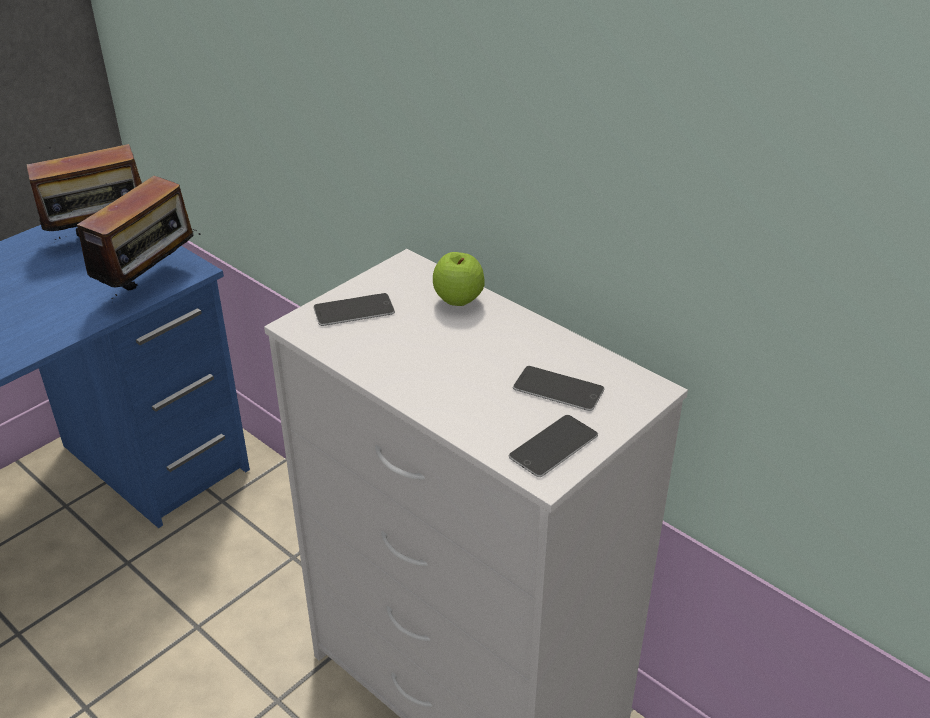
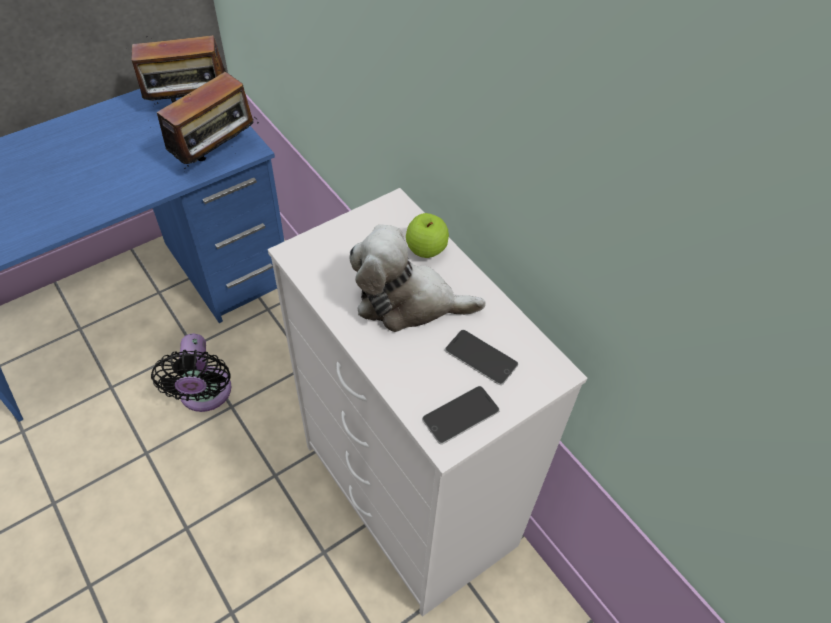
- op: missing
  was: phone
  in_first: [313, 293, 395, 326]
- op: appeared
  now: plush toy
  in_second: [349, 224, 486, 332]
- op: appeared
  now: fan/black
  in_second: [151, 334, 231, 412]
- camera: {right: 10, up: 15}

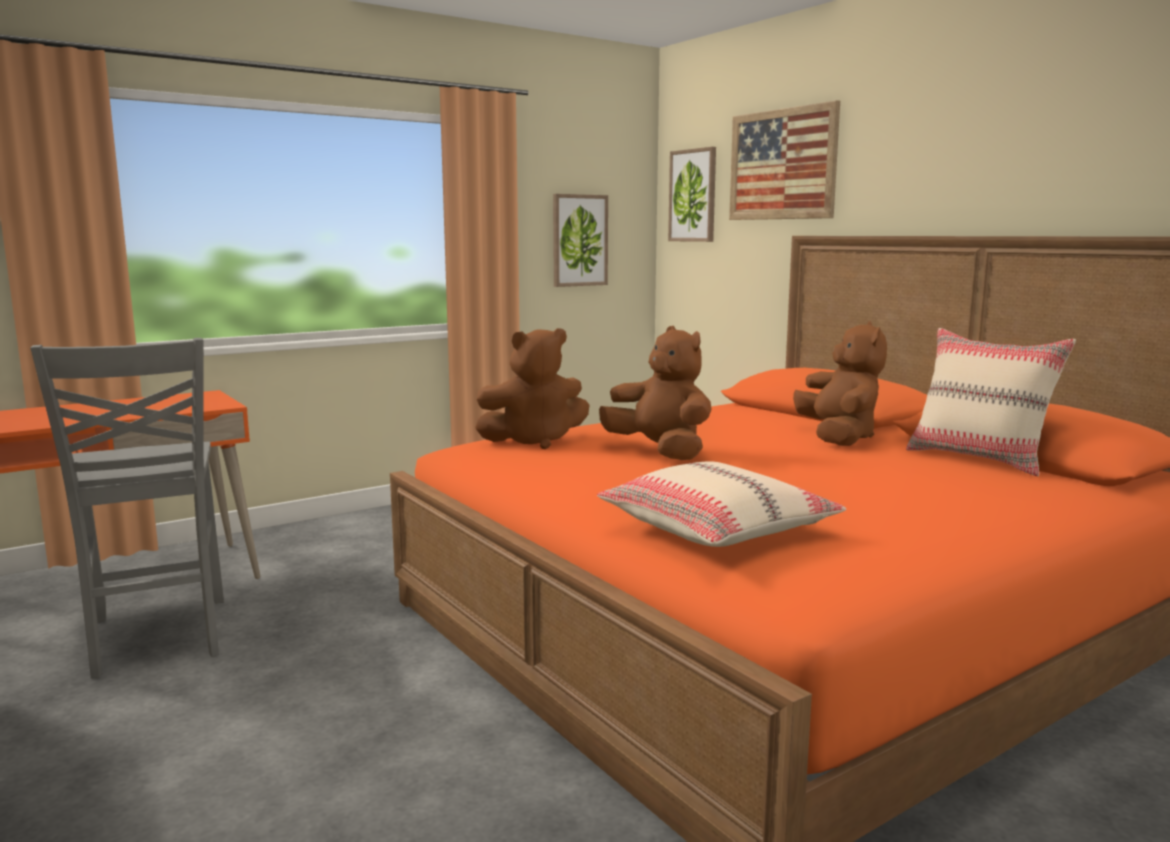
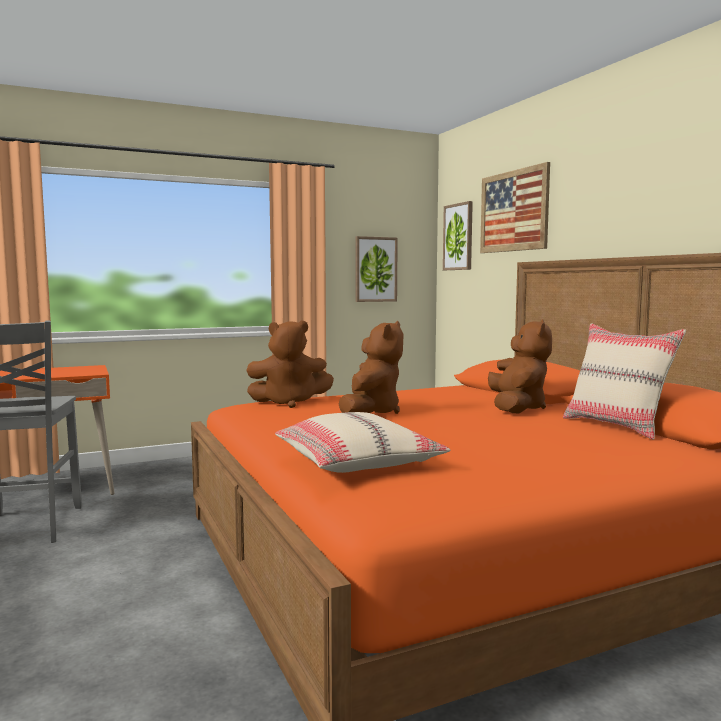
- op: spun
  was: plush toy/brown
  in_first: [599, 326, 712, 460]
  in_second: [339, 321, 403, 414]
  clockwise: 45
- camera: {right: 10, up: -5}

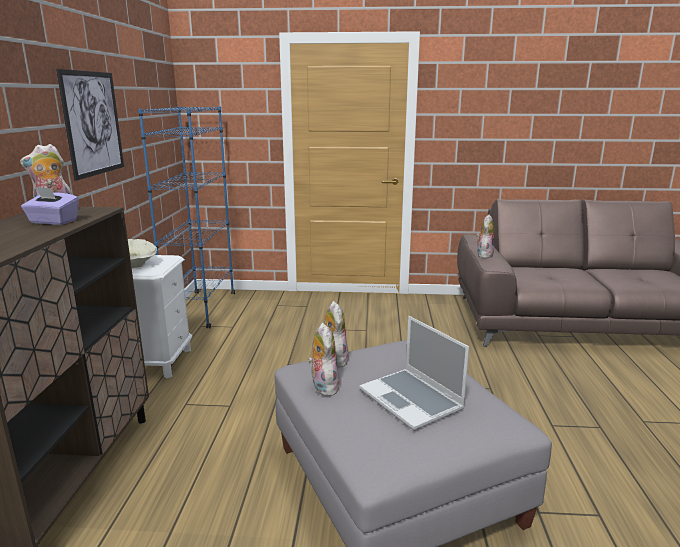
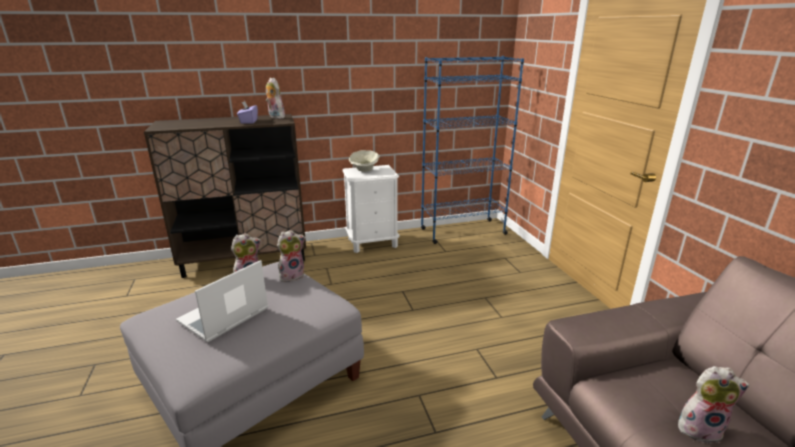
- op: missing
  was: picture
  in_first: [56, 69, 124, 181]
- op: relocated
  was: plush toy
  in_first: [476, 215, 494, 258]
  in_second: [678, 366, 750, 444]
- camera: {right: 70, up: 5}

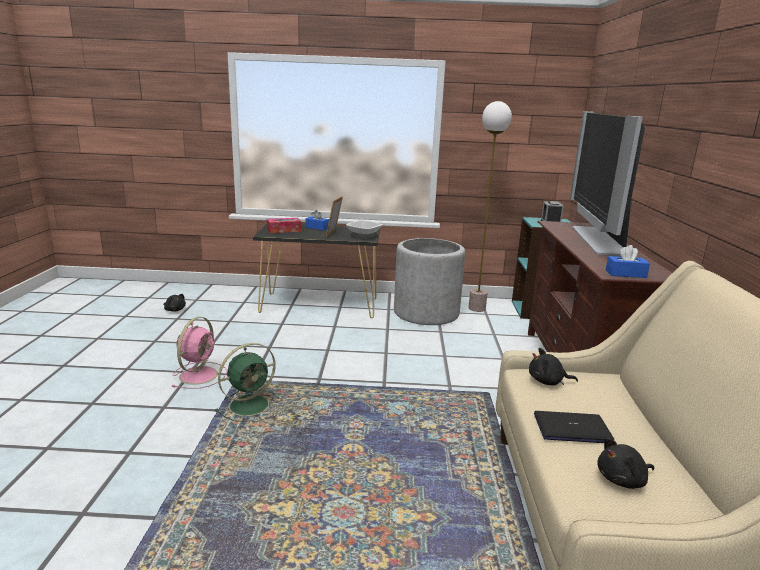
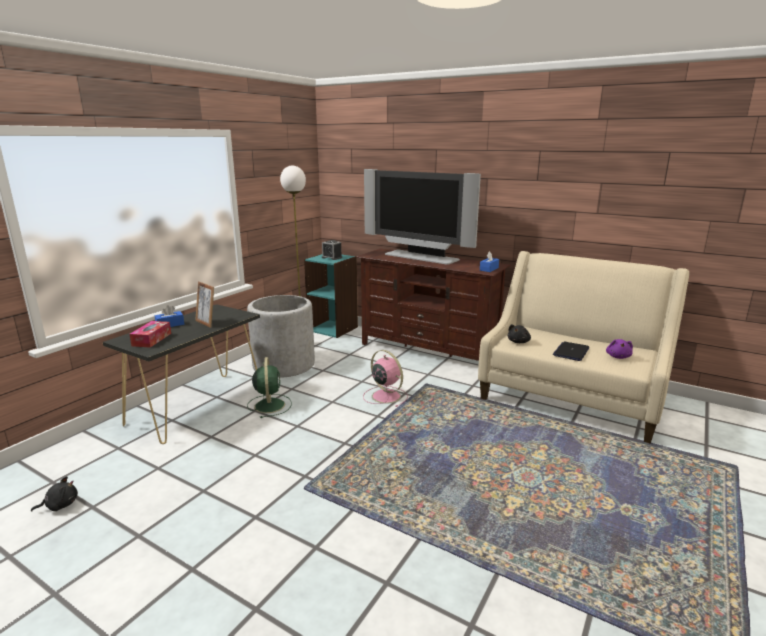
- op: missing
  was: bowl
  in_first: [346, 220, 383, 239]
- op: relocated
  was: fan/pink
  in_first: [172, 317, 227, 389]
  in_second: [363, 350, 408, 407]
- op: relocated
  was: fan/green
  in_first: [215, 343, 279, 422]
  in_second: [247, 357, 291, 418]
- op: colour
  was: plush toy/black
  now: plush toy/purple
  in_first: [597, 438, 654, 489]
  in_second: [606, 339, 633, 359]
- camera: {right: -60, up: 0}

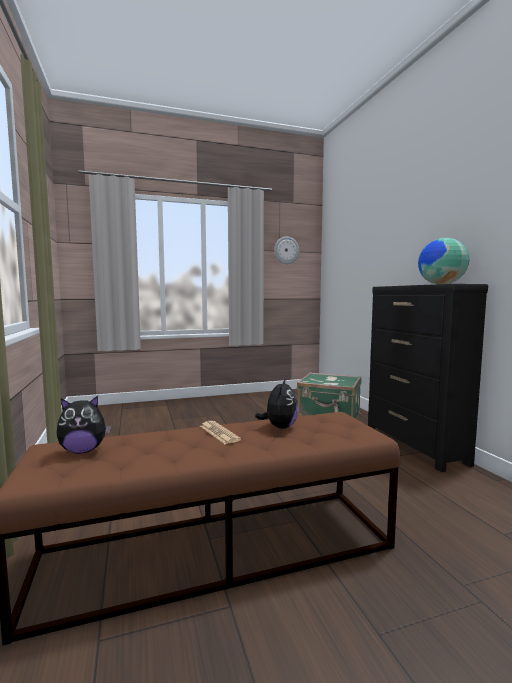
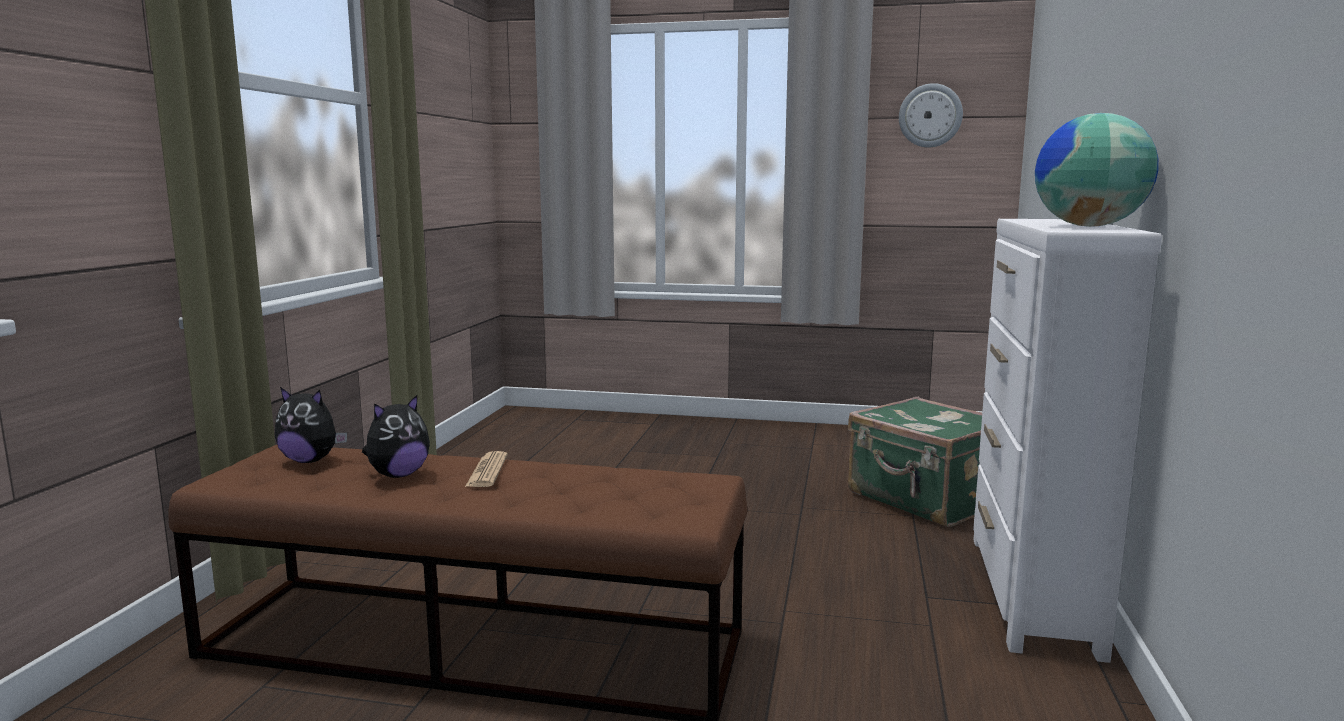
- op: colour
  was: dresser/black
  now: dresser/white
  in_first: [368, 284, 488, 472]
  in_second: [973, 219, 1162, 663]
- op: relocated
  was: plush toy
  in_first: [255, 378, 298, 429]
  in_second: [362, 395, 430, 478]
- camera: {right: 30, up: 5}

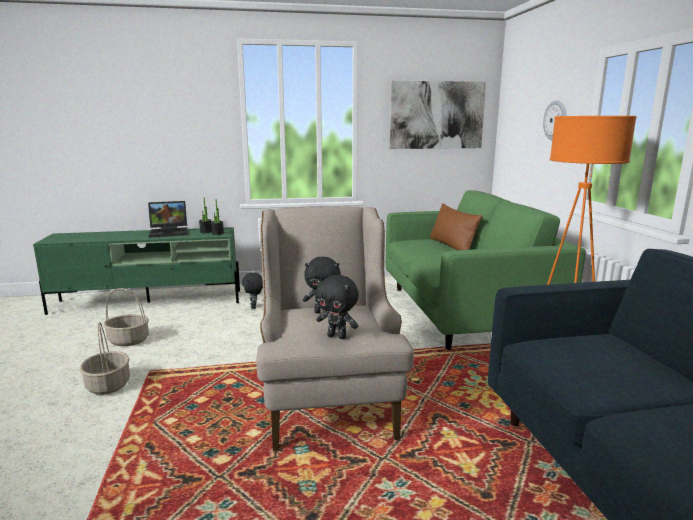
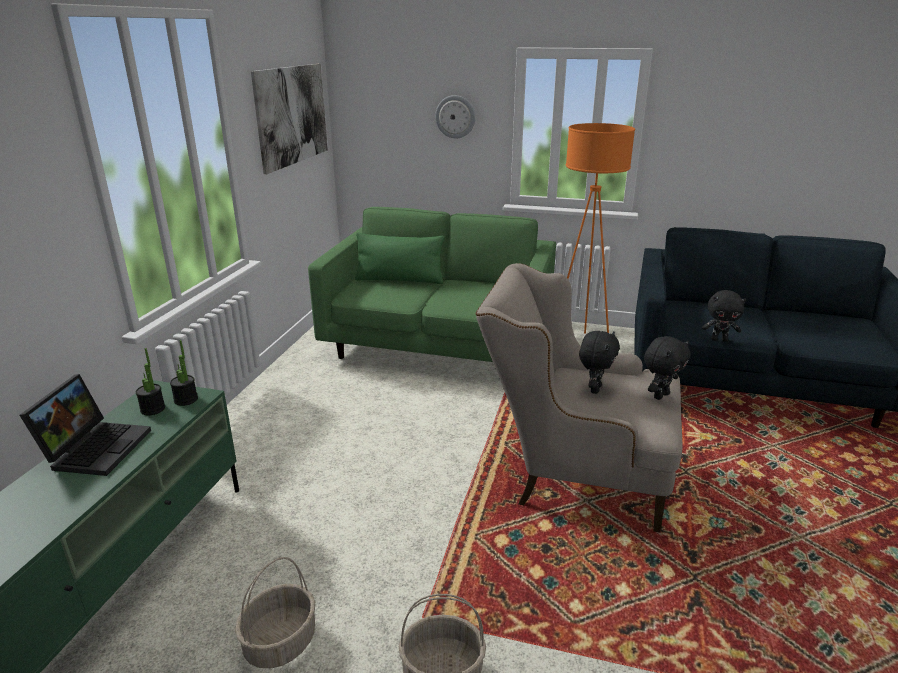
- op: colour
  was: pillow/brown
  now: pillow/green
  in_first: [430, 203, 482, 250]
  in_second: [355, 232, 445, 284]
- op: relocated
  was: plush toy/black
  in_first: [242, 273, 263, 309]
  in_second: [702, 290, 746, 342]
- camera: {right: -65, up: 10}

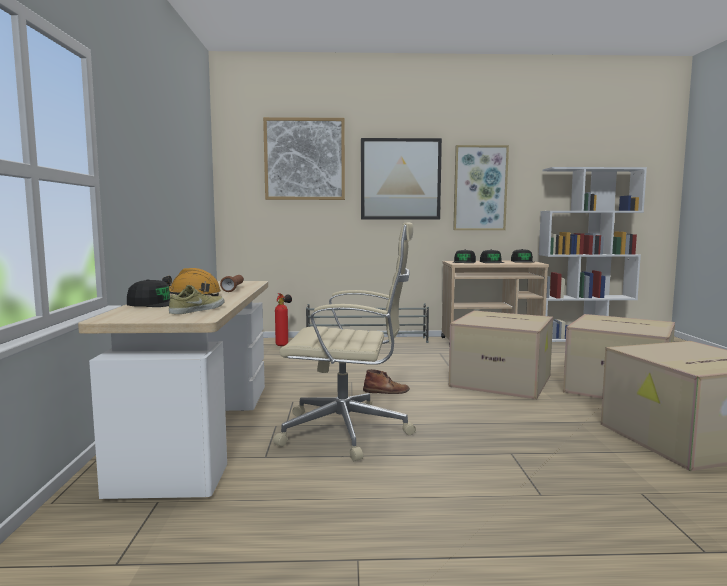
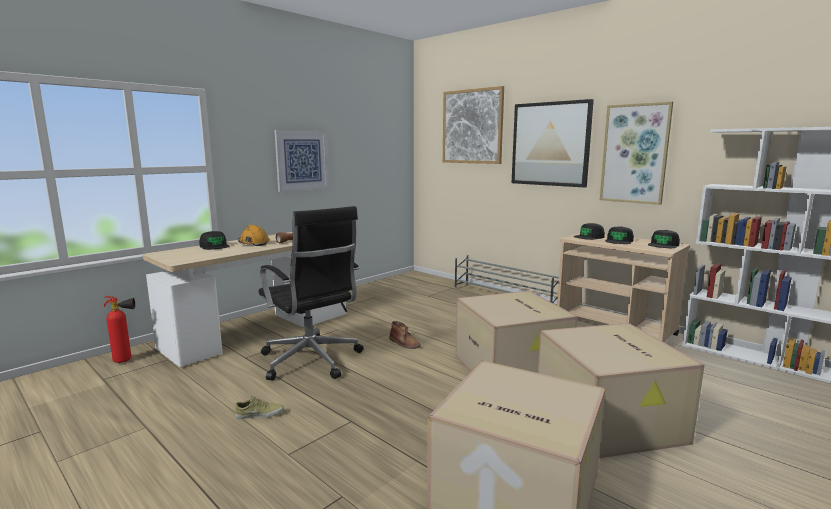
- op: colour
  was: office chair/beige
  now: office chair/black
  in_first: [273, 222, 416, 461]
  in_second: [259, 206, 364, 381]
- op: relocated
  was: shoe/beige
  in_first: [169, 285, 224, 314]
  in_second: [235, 396, 284, 419]
- op: relocated
  was: fire extinguisher
  in_first: [275, 293, 292, 346]
  in_second: [104, 296, 135, 363]
- op: appeared
  now: picture
  in_second: [274, 130, 328, 192]
- camera: {right: 45, up: 5}

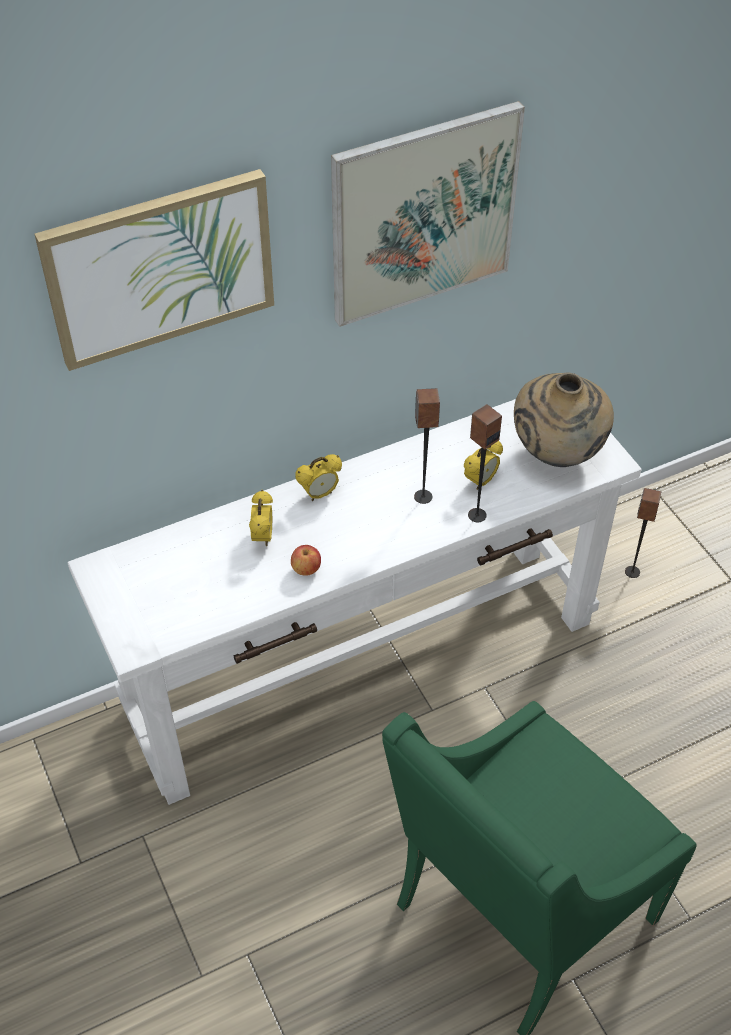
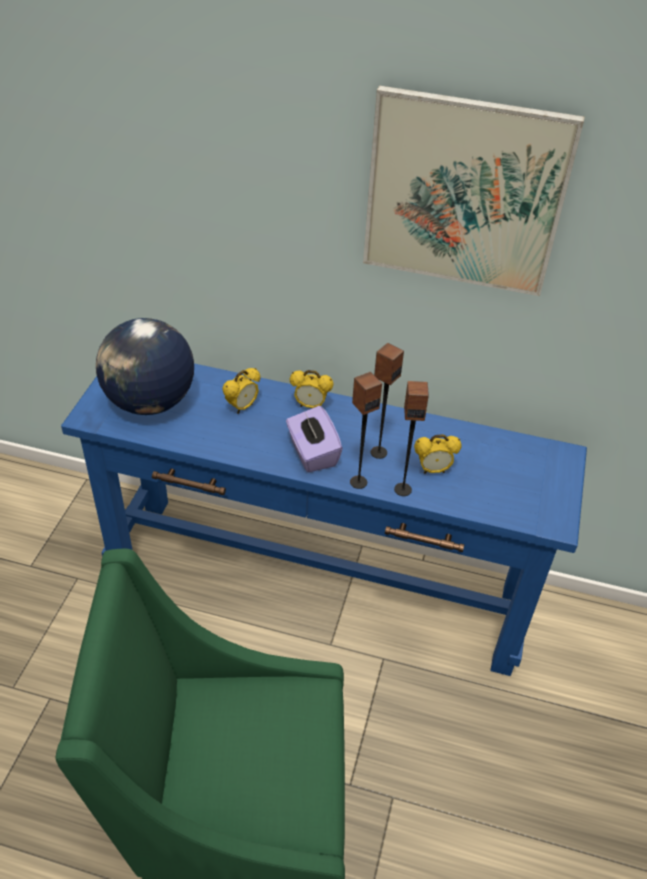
- op: missing
  was: picture
  in_first: [35, 169, 274, 371]
- op: missing
  was: vase/beige
  in_first: [514, 373, 614, 467]
- op: colour
  was: console table/white
  now: console table/blue
  in_first: [68, 399, 642, 805]
  in_second: [61, 363, 587, 676]
- op: relocated
  was: speaker
  in_first: [625, 488, 661, 578]
  in_second: [350, 372, 382, 489]
- op: missing
  was: apple
  in_first: [291, 545, 321, 575]
- op: appeared
  now: globe
  in_second: [96, 318, 194, 415]
- op: appeared
  now: tissue box/purple
  in_second: [286, 406, 343, 473]
- camera: {right: 40, up: -5}

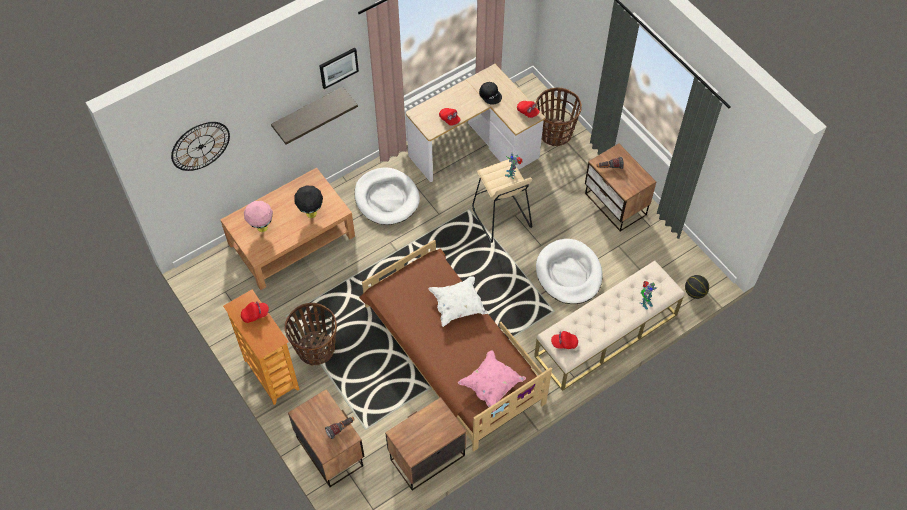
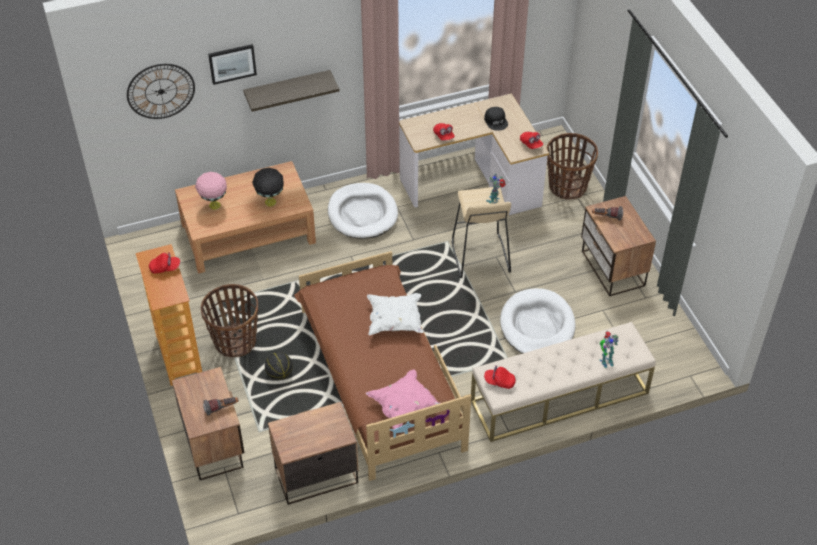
- op: relocated
  was: picture
  in_first: [319, 48, 359, 89]
  in_second: [208, 44, 257, 85]
- op: relocated
  was: basketball
  in_first: [685, 275, 709, 299]
  in_second: [265, 352, 293, 380]
- camera: {right: 15, up: -10}

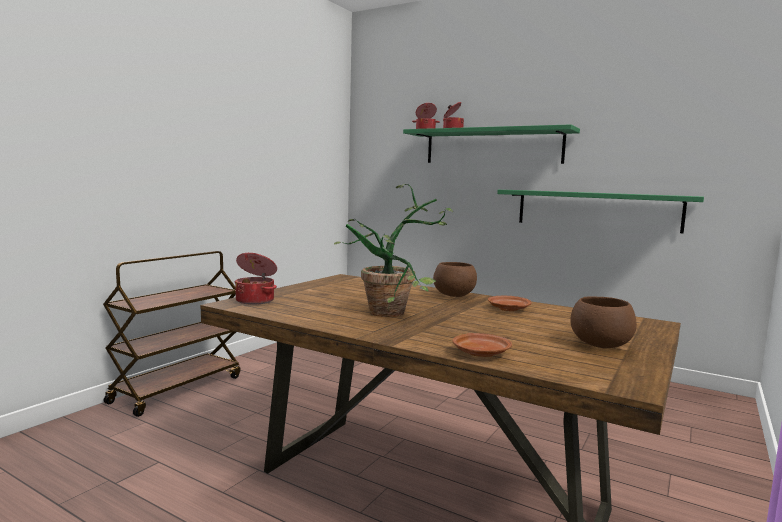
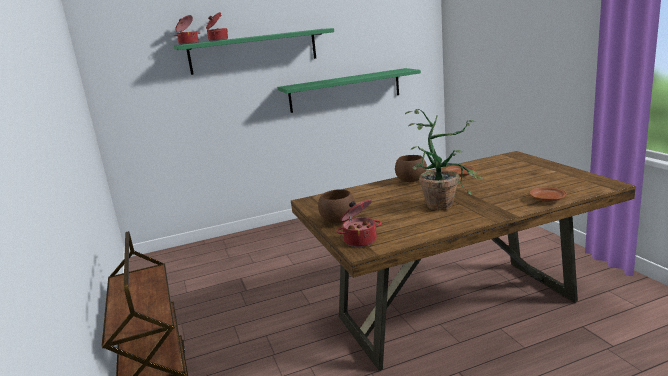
- op: relocated
  was: bowl/brown
  in_first: [570, 296, 637, 348]
  in_second: [318, 189, 356, 223]
- camera: {right: -50, up: 10}

